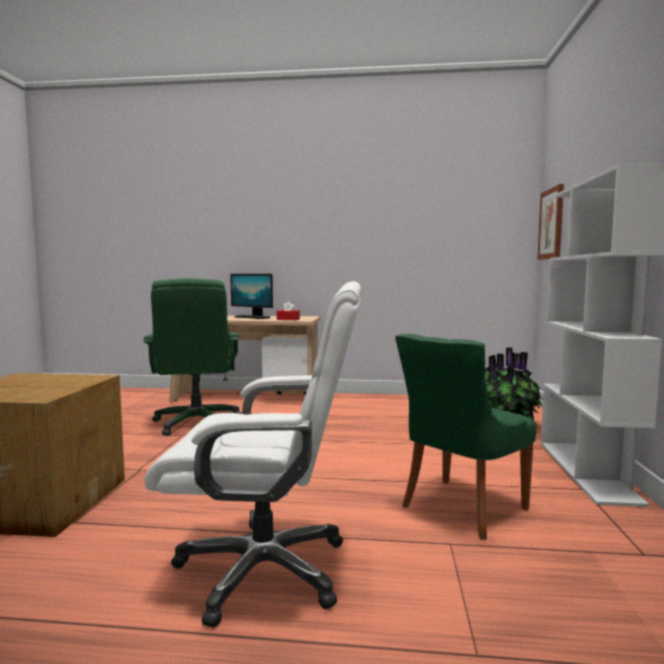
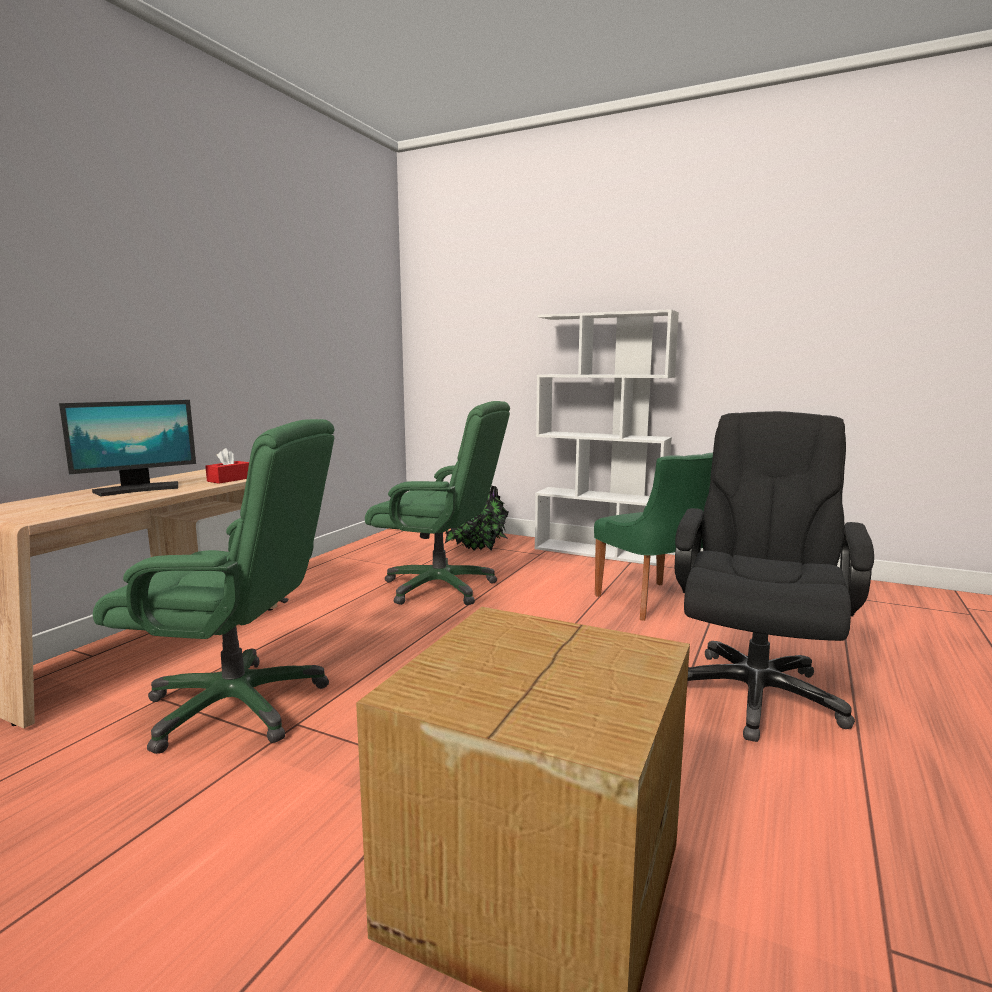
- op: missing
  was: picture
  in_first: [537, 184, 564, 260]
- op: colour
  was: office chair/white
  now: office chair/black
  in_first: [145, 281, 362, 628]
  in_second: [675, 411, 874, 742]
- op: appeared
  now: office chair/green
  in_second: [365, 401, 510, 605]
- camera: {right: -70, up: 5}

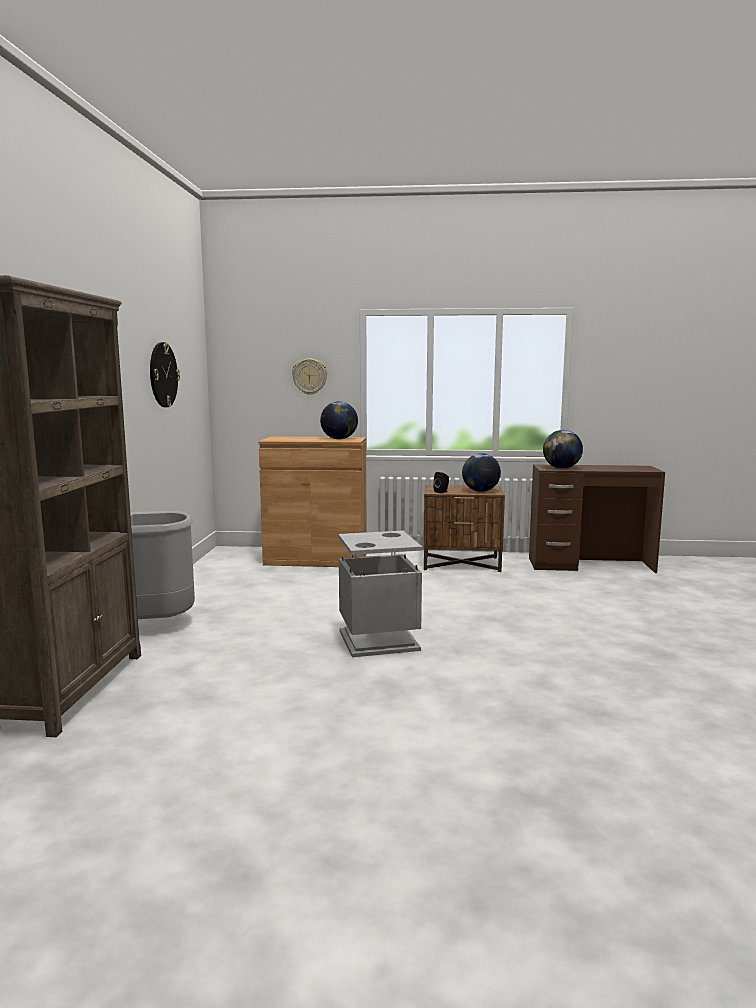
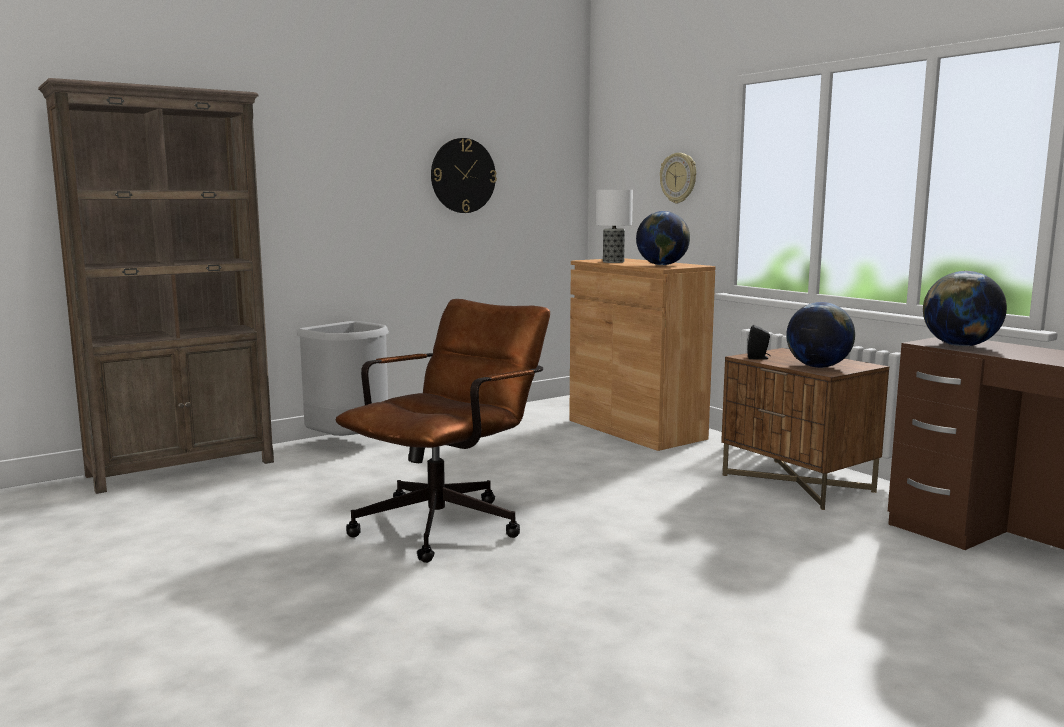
- op: exchanged
  was: trash can/grey
  now: office chair/brown
  in_first: [338, 531, 422, 657]
  in_second: [336, 299, 550, 563]
- op: appeared
  now: table lamp
  in_second: [596, 190, 633, 263]
- camera: {right: 50, up: 0}

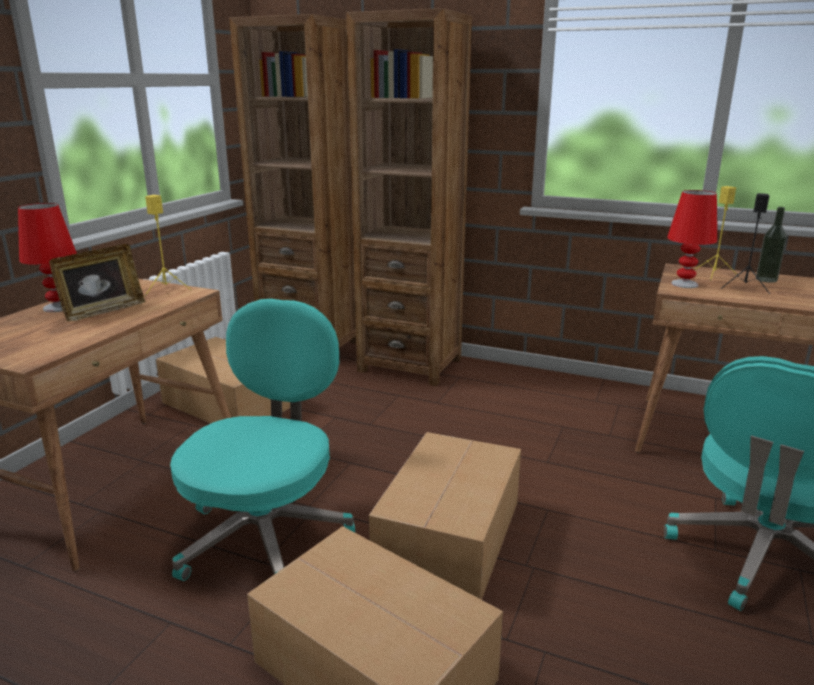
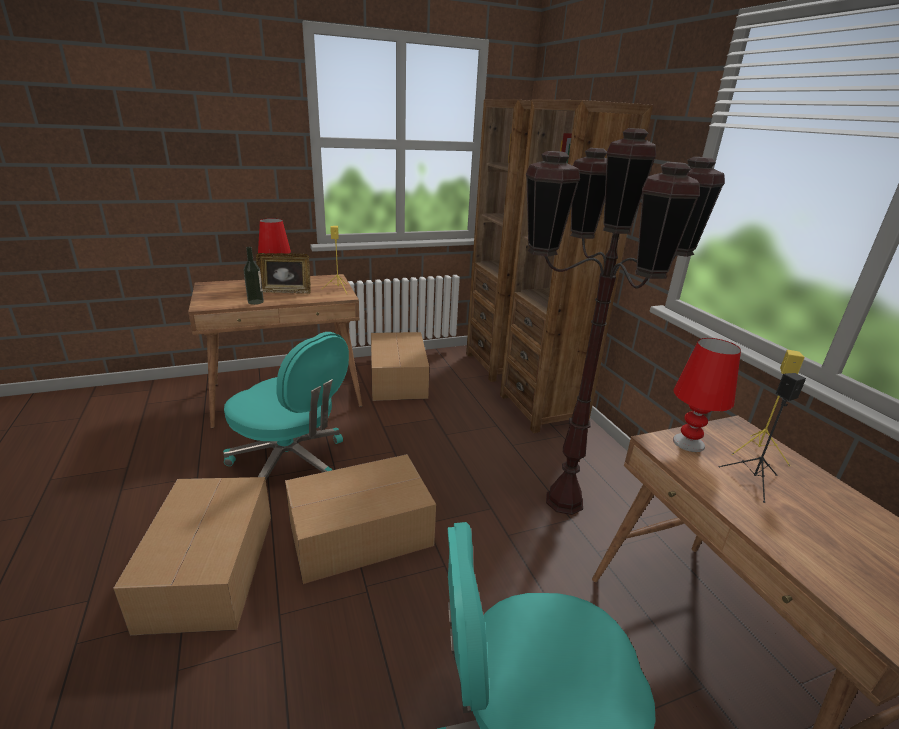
- op: relocated
  was: bottle
  in_first: [756, 207, 787, 283]
  in_second: [244, 247, 264, 305]
- op: spun
  was: office chair/turquoise
  in_first: [170, 299, 355, 581]
  in_second: [223, 332, 349, 479]
  clockwise: 60
- op: appeared
  now: floor lamp/brown
  in_second: [526, 128, 725, 515]
- camera: {right: 45, up: 5}

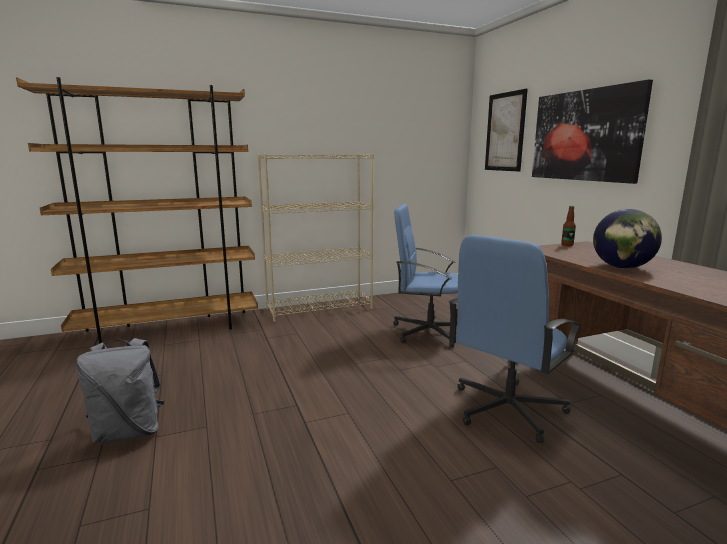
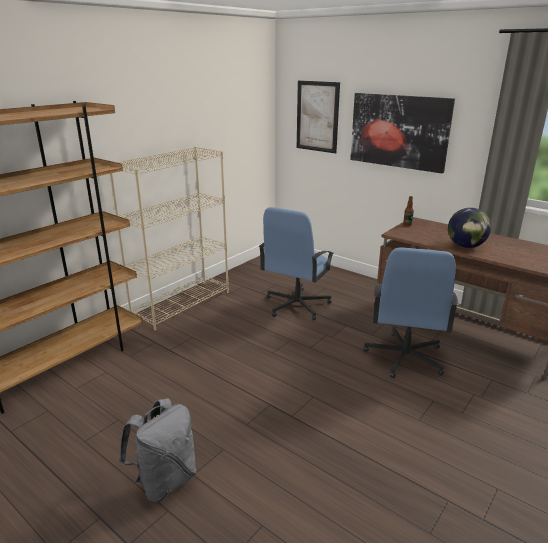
- op: spun
  was: office chair/blue
  in_first: [393, 204, 458, 347]
  in_second: [259, 207, 334, 321]
  clockwise: -45
- camera: {right: -30, up: 10}

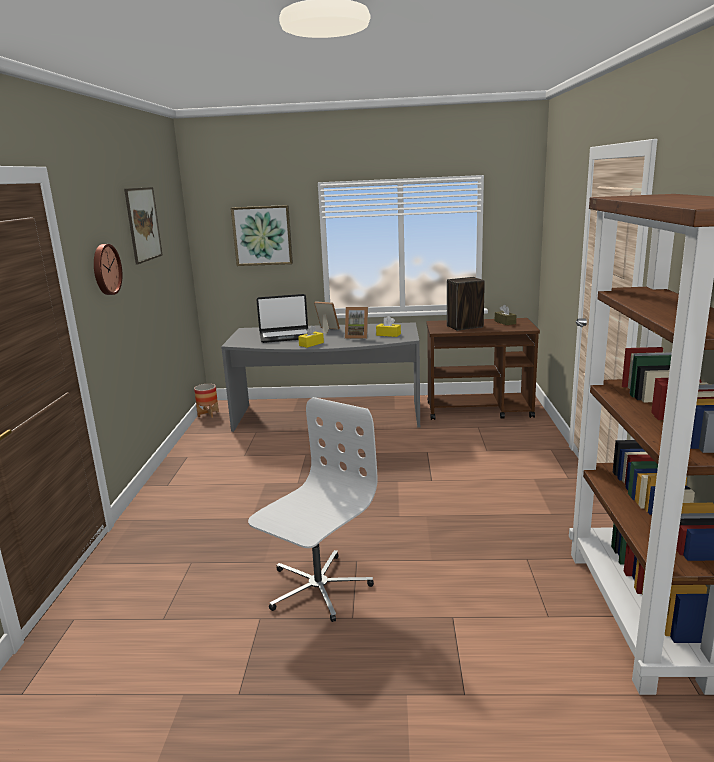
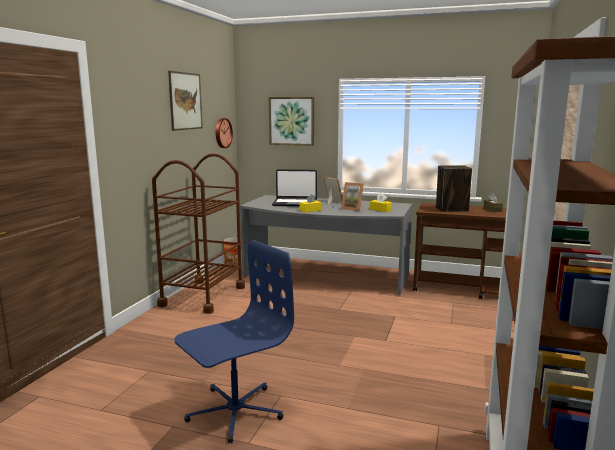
- op: relocated
  was: wall clock
  in_first: [94, 244, 123, 295]
  in_second: [216, 118, 233, 148]
- op: colour
  was: office chair/white
  now: office chair/blue
  in_first: [248, 397, 378, 622]
  in_second: [174, 240, 294, 443]
- op: appeared
  now: cart/brown
  in_second: [152, 153, 245, 314]
- camera: {right: 15, up: -5}

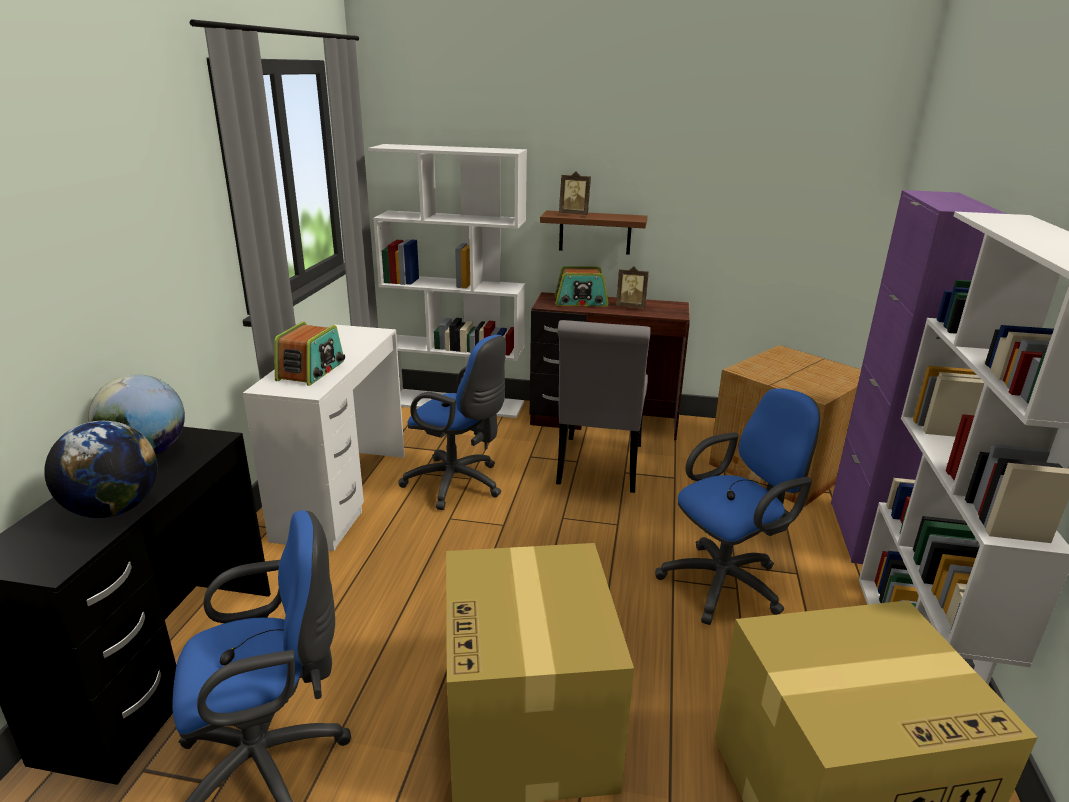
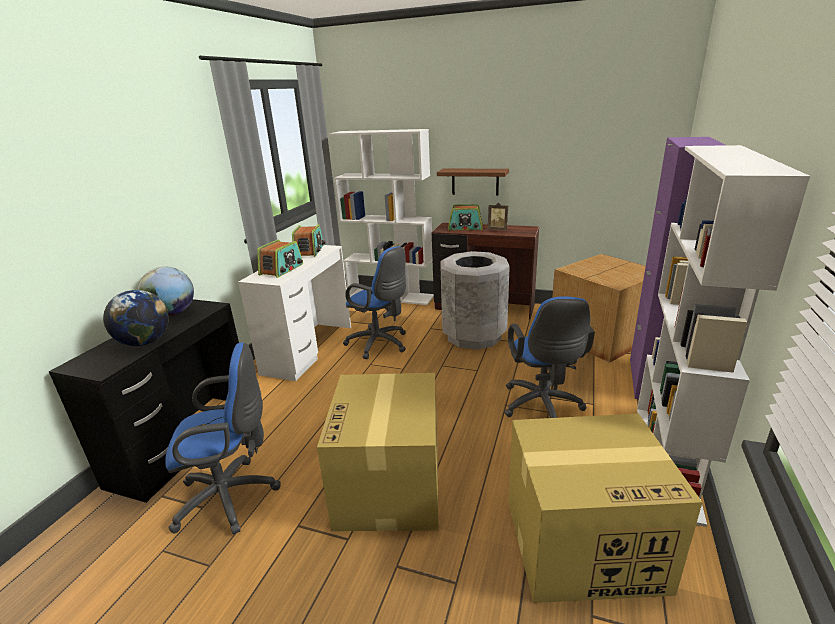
- op: missing
  was: picture frame
  in_first: [559, 171, 591, 215]
- op: exchanged
  was: chair/grey
  now: trash can/grey
  in_first: [556, 320, 651, 493]
  in_second: [440, 251, 510, 350]
- op: spun
  was: office chair/blue
  in_first: [655, 388, 820, 625]
  in_second: [504, 296, 595, 418]
  clockwise: 105
- op: appeared
  now: radio
  in_second: [292, 225, 325, 257]
- camera: {right: 10, up: 0}

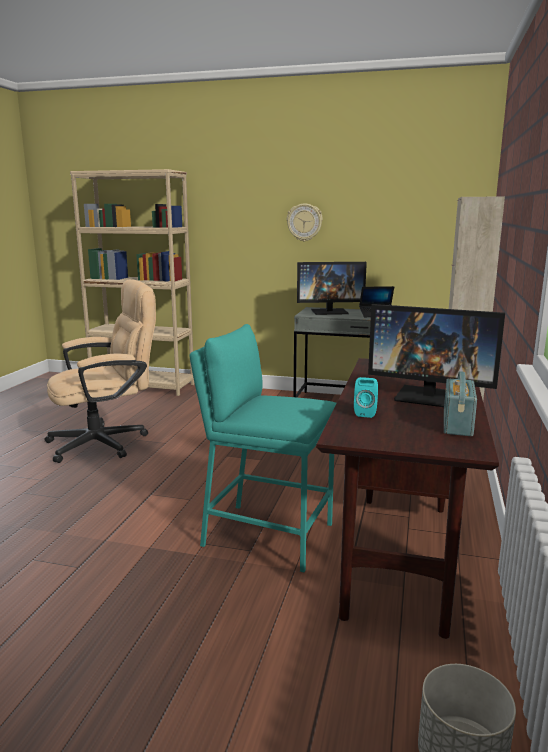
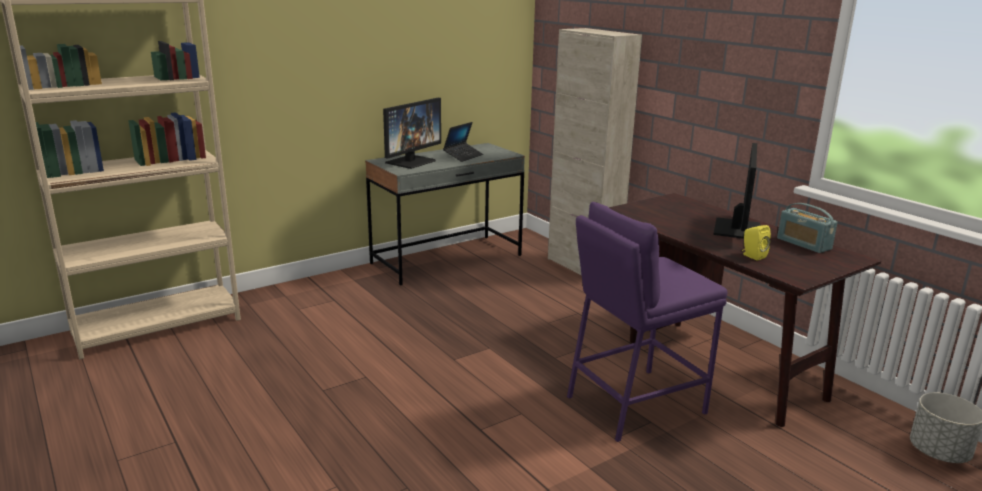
- op: missing
  was: wall clock
  in_first: [287, 203, 323, 241]
- op: missing
  was: office chair/beige
  in_first: [44, 279, 156, 463]
- op: spun
  was: monitor
  in_first: [368, 304, 505, 407]
  in_second: [713, 143, 760, 239]
  clockwise: -45
- op: colour
  was: stool/turquoise
  now: stool/purple
  in_first: [189, 324, 337, 572]
  in_second: [567, 202, 727, 442]
- op: colour
  was: speaker/turquoise
  now: speaker/yellow
  in_first: [354, 377, 378, 418]
  in_second: [742, 225, 771, 261]
- camera: {right: -50, up: 5}

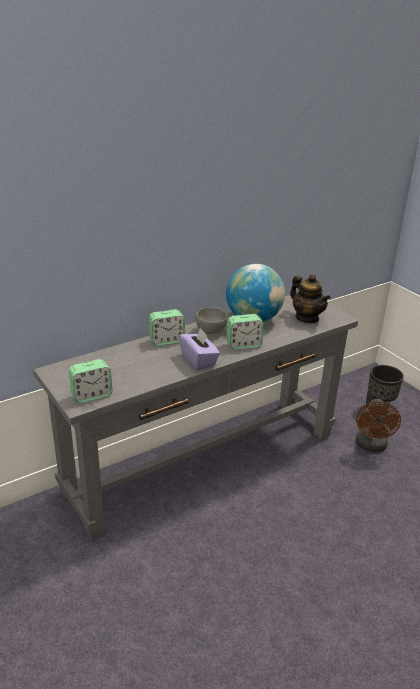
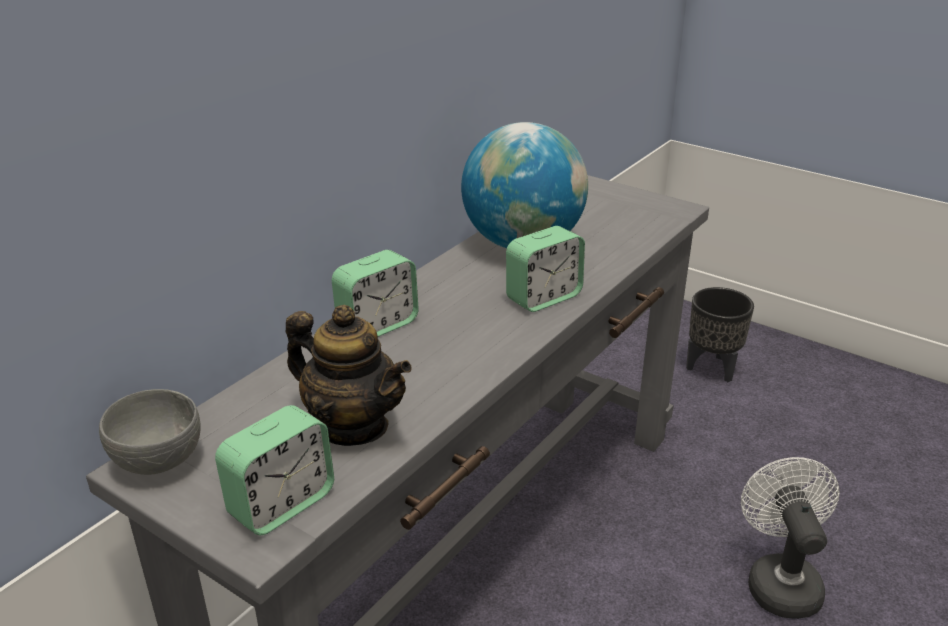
- op: relocated
  was: teapot
  in_first: [290, 274, 331, 323]
  in_second: [285, 305, 412, 446]
- op: relocated
  was: bowl/grey
  in_first: [196, 307, 227, 334]
  in_second: [99, 389, 201, 475]
- op: missing
  was: tissue box/purple
  in_first: [179, 328, 220, 370]
- op: missing
  was: fan/brown
  in_first: [356, 399, 401, 452]
- op: appeared
  now: fan/white
  in_second: [741, 457, 840, 619]
- camera: {right: -20, up: 0}

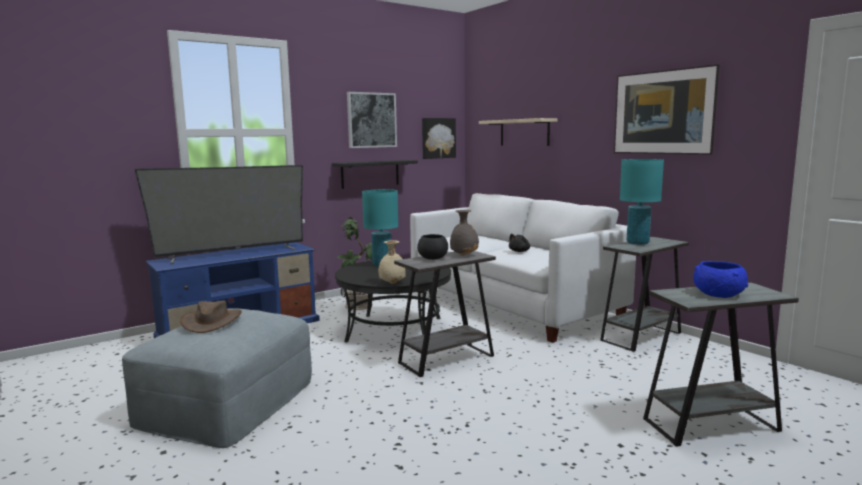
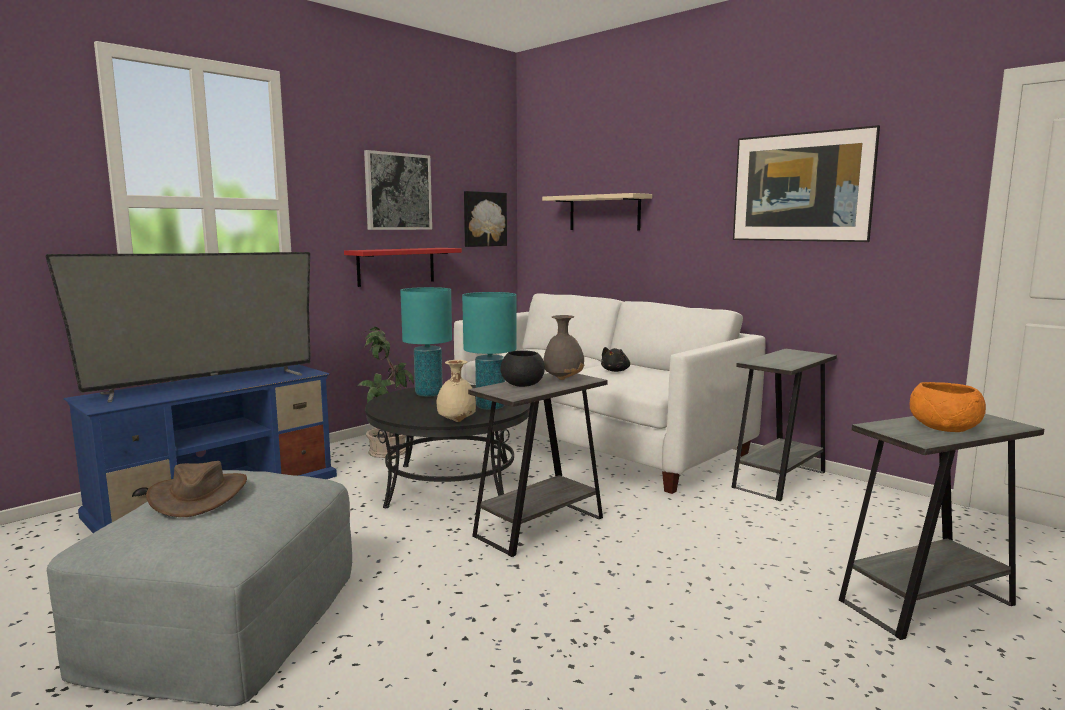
- op: relocated
  was: table lamp/turquoise
  in_first: [620, 159, 664, 245]
  in_second: [462, 292, 517, 410]
- op: colour
  was: shelf/black
  now: shelf/red
  in_first: [332, 160, 418, 189]
  in_second: [344, 248, 462, 287]
- op: colour
  was: bowl/blue
  now: bowl/orange
  in_first: [693, 261, 748, 298]
  in_second: [910, 382, 986, 432]
- camera: {right: -10, up: 0}

